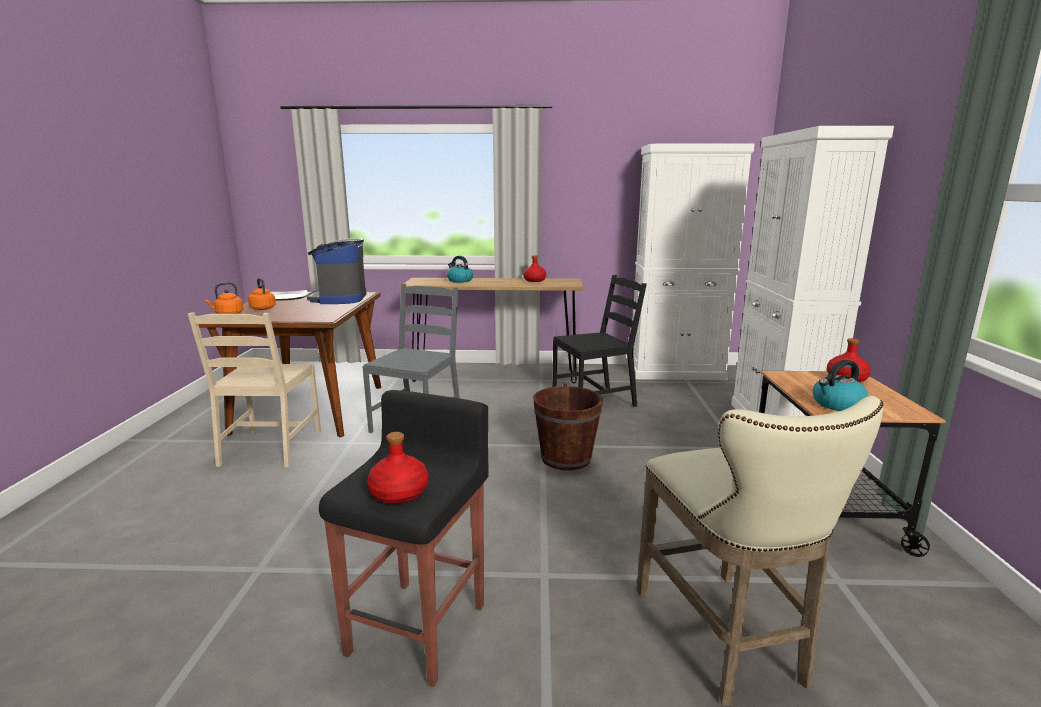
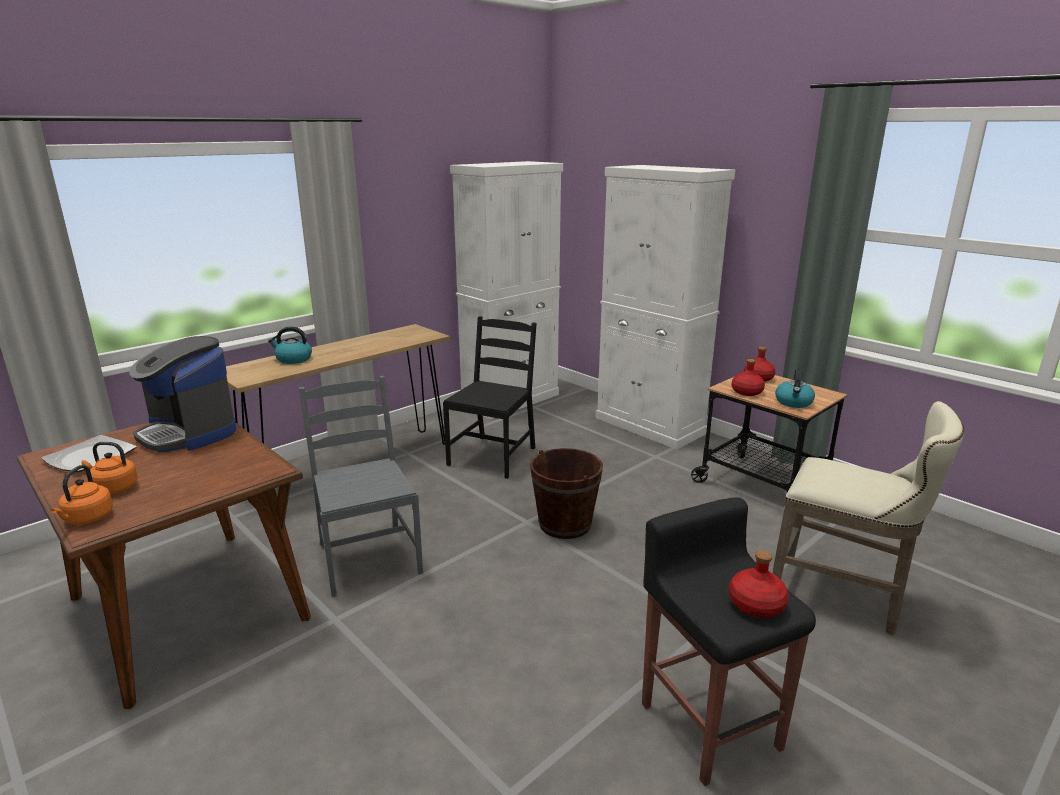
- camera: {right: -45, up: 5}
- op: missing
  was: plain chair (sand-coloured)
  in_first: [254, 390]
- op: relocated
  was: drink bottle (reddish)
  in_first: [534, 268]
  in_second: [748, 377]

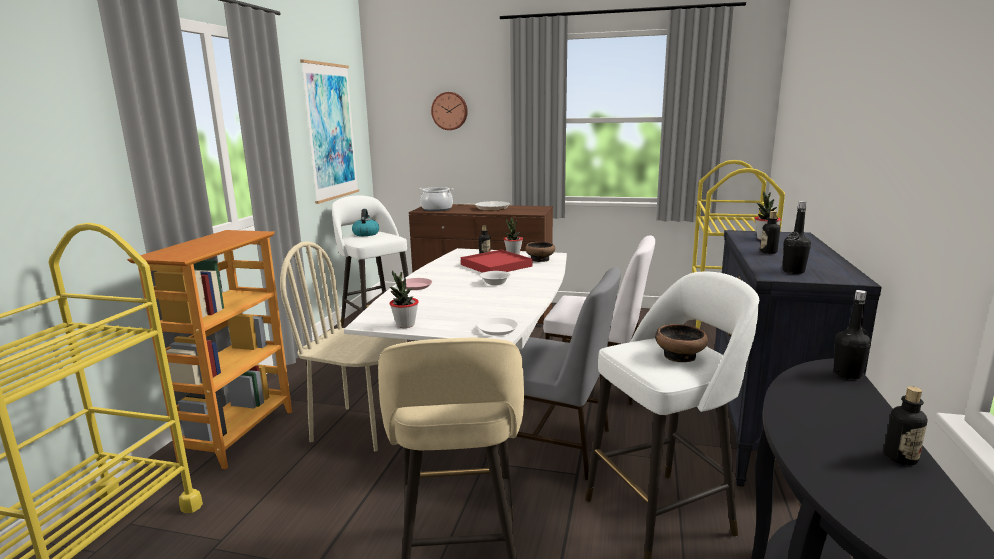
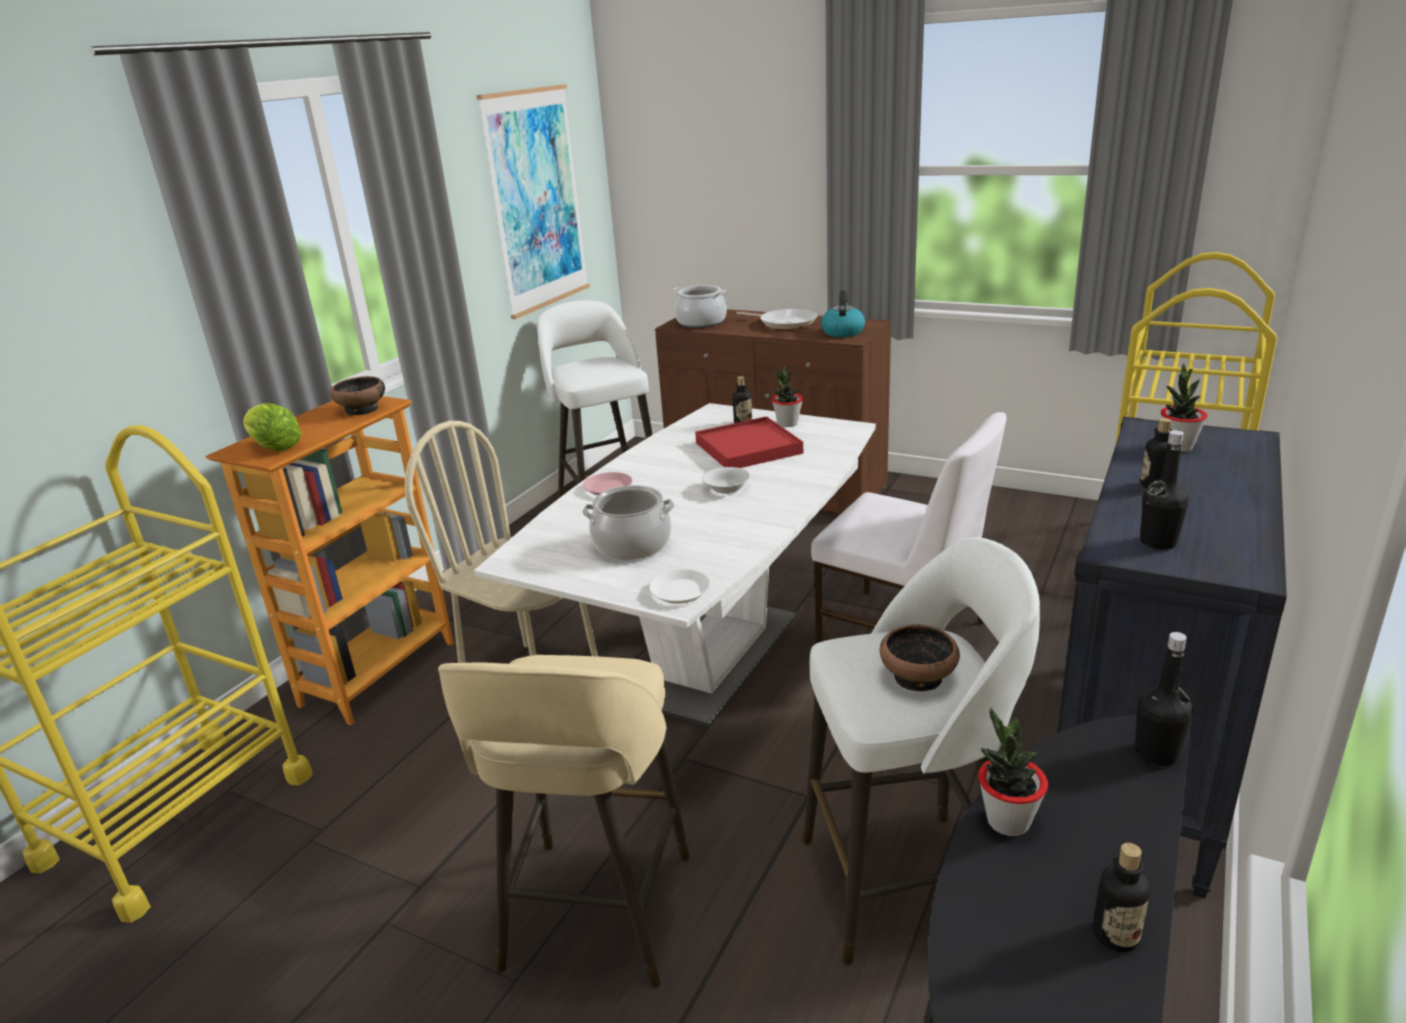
- camera: {right: 15, up: 10}
- op: missing
  was: clock on the wall
  in_first: [449, 111]
- op: missing
  was: plain chair (gray)
  in_first: [553, 373]
- op: appeared
  now: head of lettuce
  in_second: [272, 427]
- op: appeared
  now: saucepot
  in_second: [628, 522]
- op: relocated
  was: water kettle
  in_first: [365, 222]
  in_second: [843, 313]
- op: relocated
  was: houseplant
  in_first: [404, 299]
  in_second: [1013, 772]
- op: relocated
  was: bowl
  in_first: [540, 252]
  in_second: [357, 395]

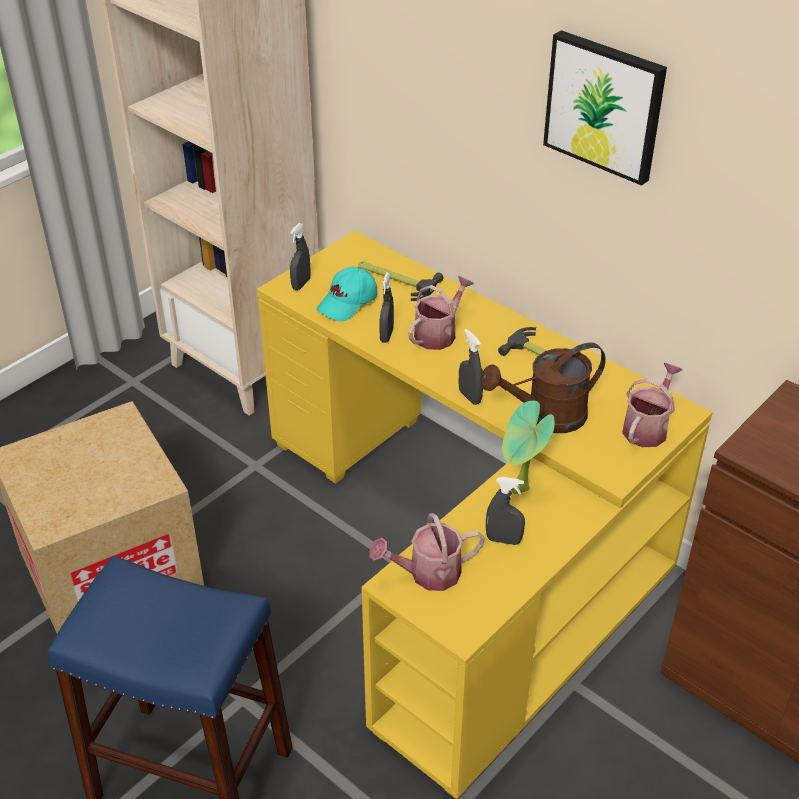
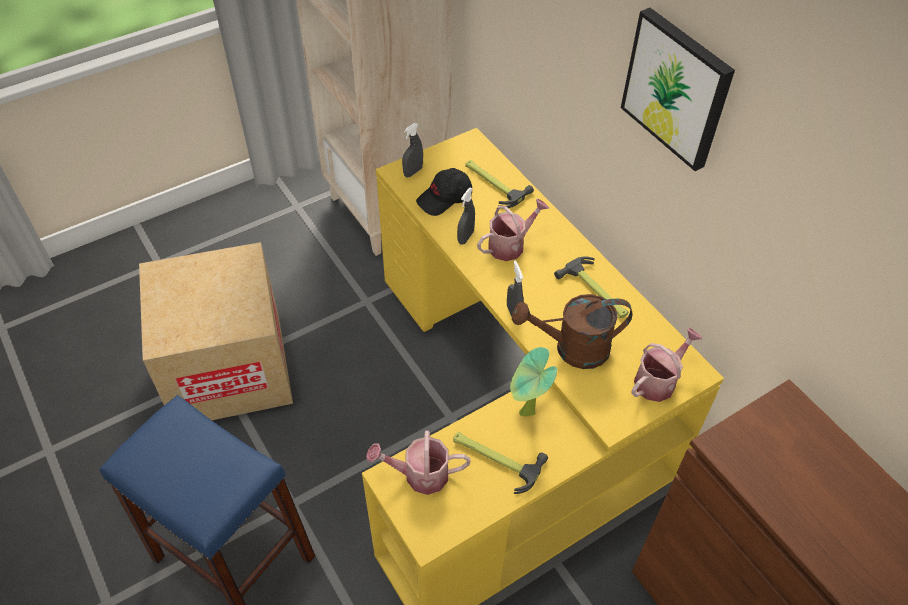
- camera: {right: 15, up: 10}
- op: exchanged
  was: hand sprayer (gray)
  now: hammer
  in_first: [505, 511]
  in_second: [500, 463]
- op: colour
  was: cap (blue-green)
  now: cap (black-coloured)
  in_first: [346, 294]
  in_second: [444, 192]

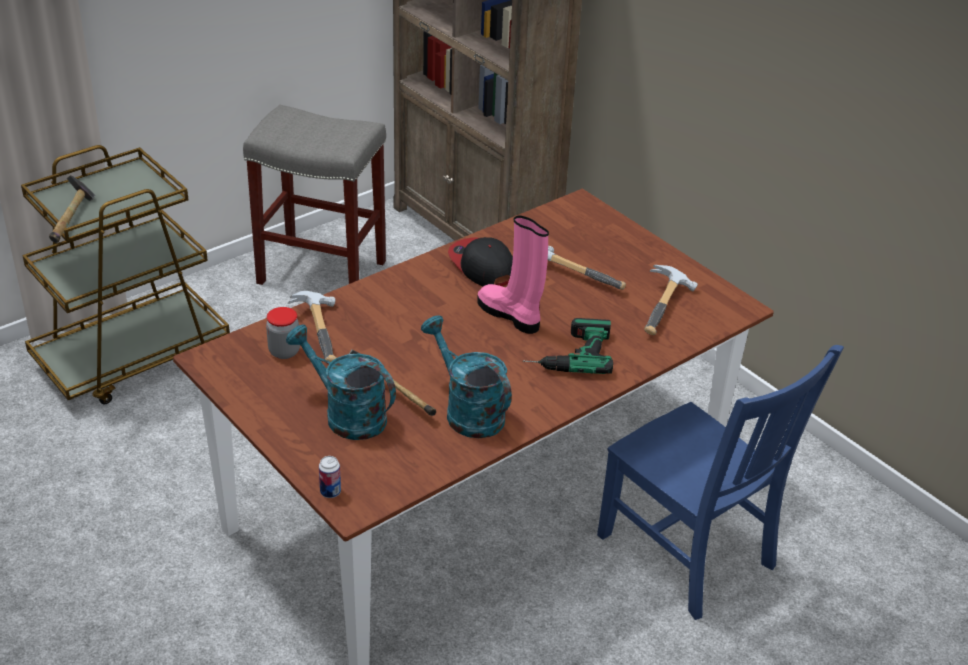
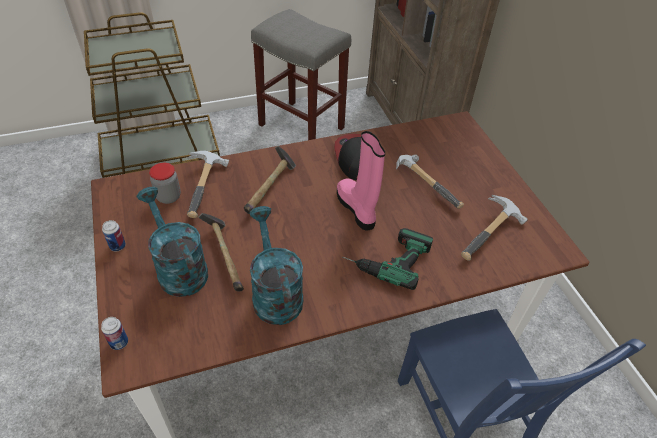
- camera: {right: 20, up: 10}
- op: appeared
  now: sealed can
  in_second: [114, 235]
- op: relocated
  was: hammer
  in_first: [72, 209]
  in_second: [270, 180]

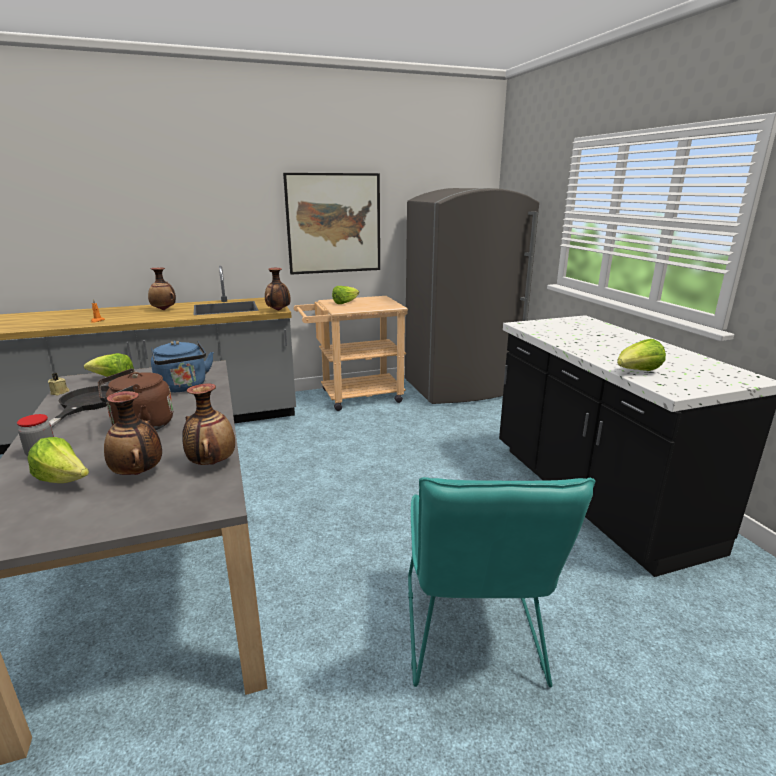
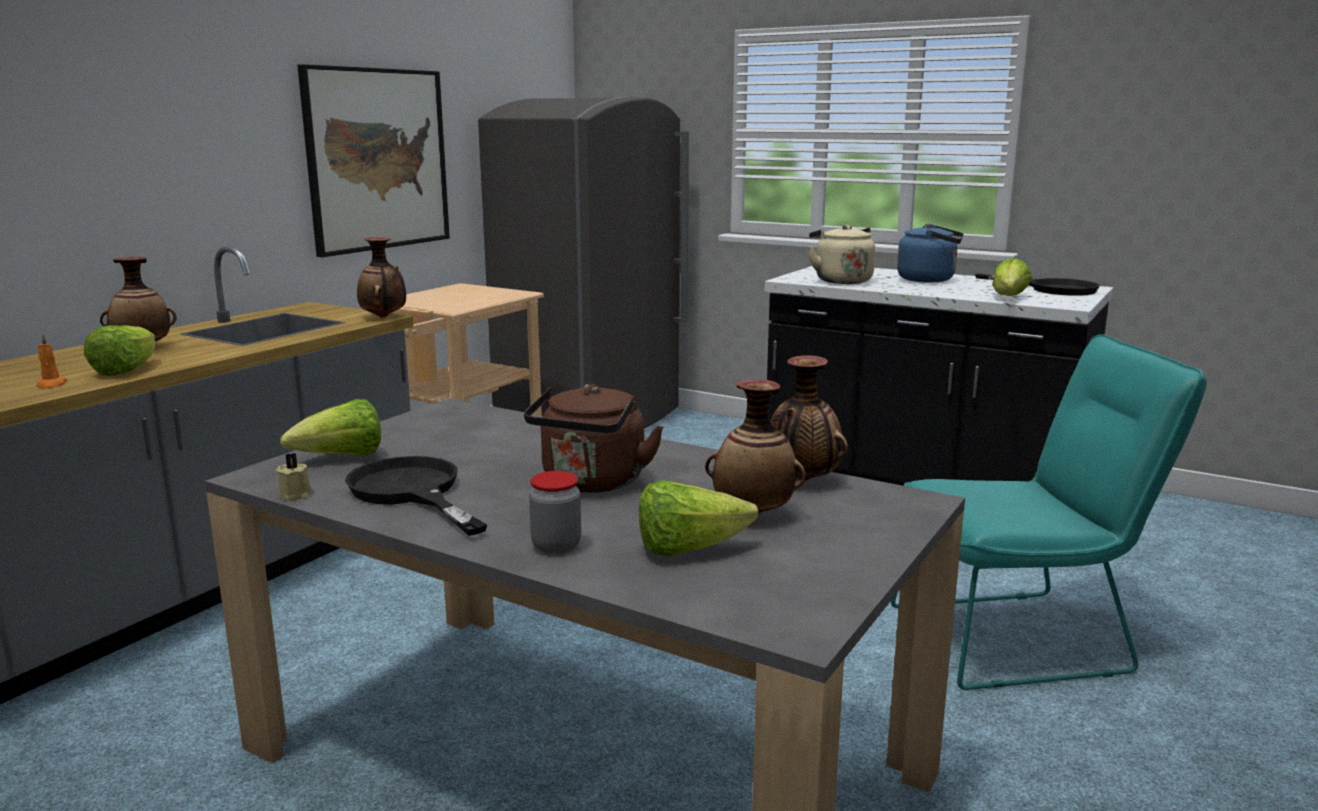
- camera: {right: -40, up: -5}
- op: appeared
  now: water kettle (sand-coloured)
  in_second: [841, 254]
- op: appeared
  now: frying pan (black-coloured)
  in_second: [1037, 284]
- op: relocated
  was: water kettle (blue)
  in_first: [182, 366]
  in_second: [930, 253]
- op: relocated
  was: head of lettuce
  in_first: [345, 295]
  in_second: [119, 350]
- op: spun
  was: plain chair (blue-green)
  in_first: [501, 582]
  in_second: [1049, 512]
  clockwise: -60

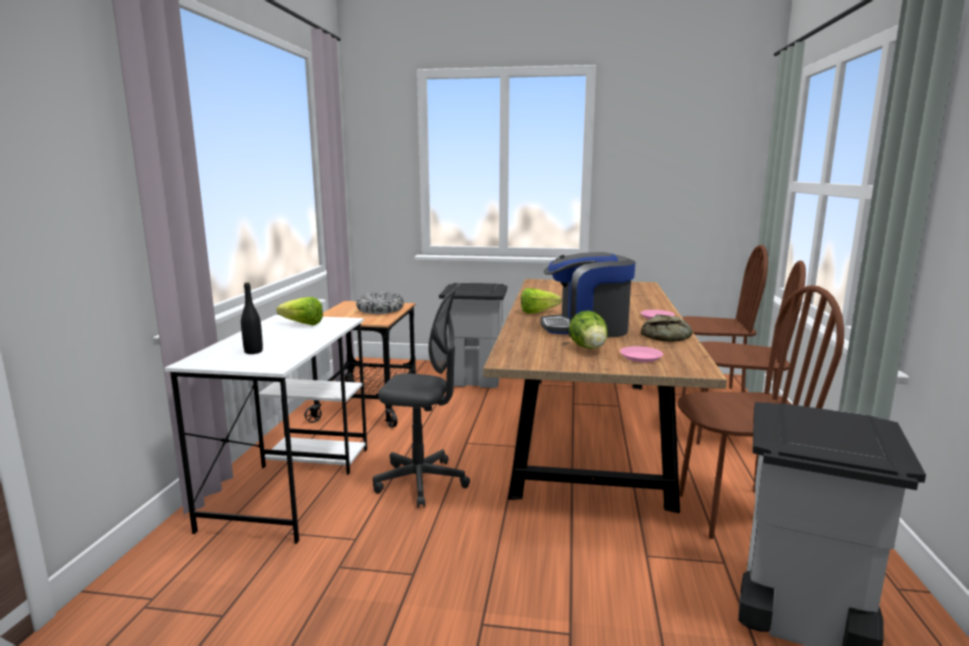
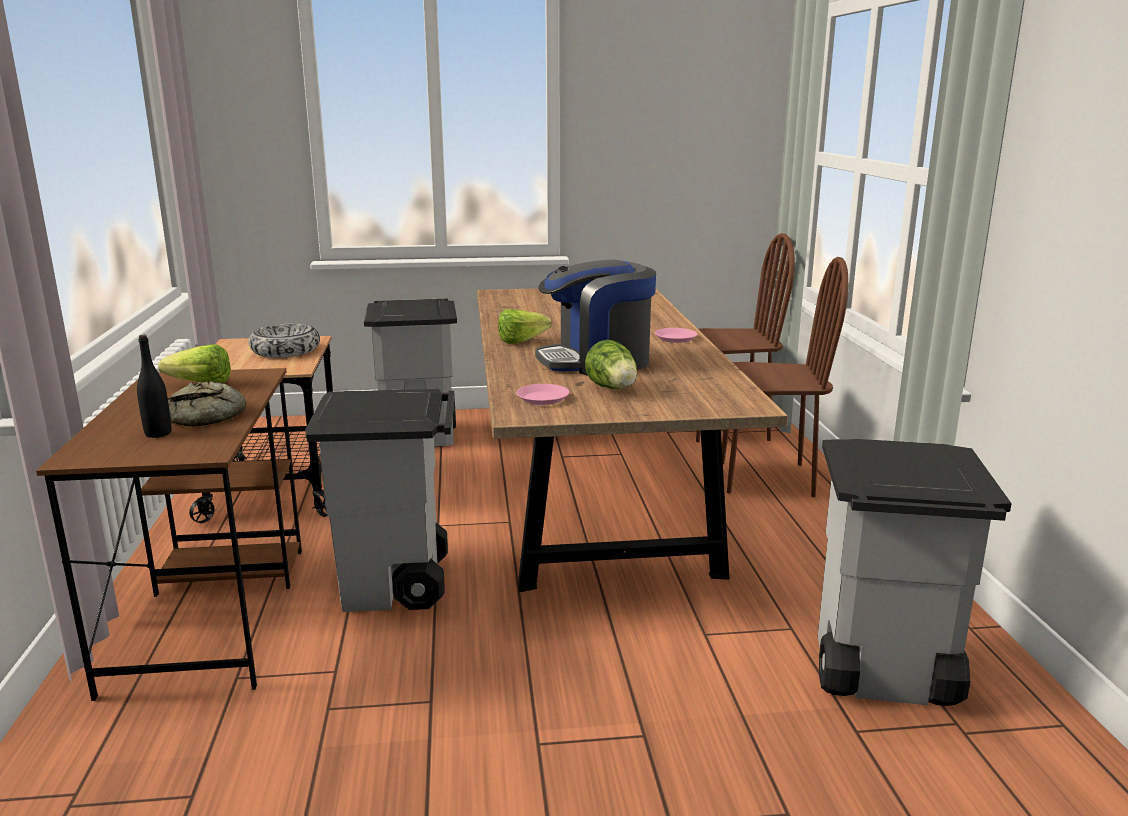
- camera: {right: -15, up: 5}
- op: missing
  was: plain chair (brown)
  in_first: [760, 412]
- op: relocated
  was: dinner plate (pink-coloured)
  in_first: [641, 354]
  in_second: [542, 394]
- op: relocated
  was: baked bread
  in_first: [667, 328]
  in_second: [207, 404]
- op: exchanged
  was: desk chair (gray)
  now: waste bin (gray)
  in_first: [421, 398]
  in_second: [380, 500]
- op: colour
  was: desk unit (whitish)
  now: desk unit (brown)
  in_first: [266, 429]
  in_second: [169, 534]

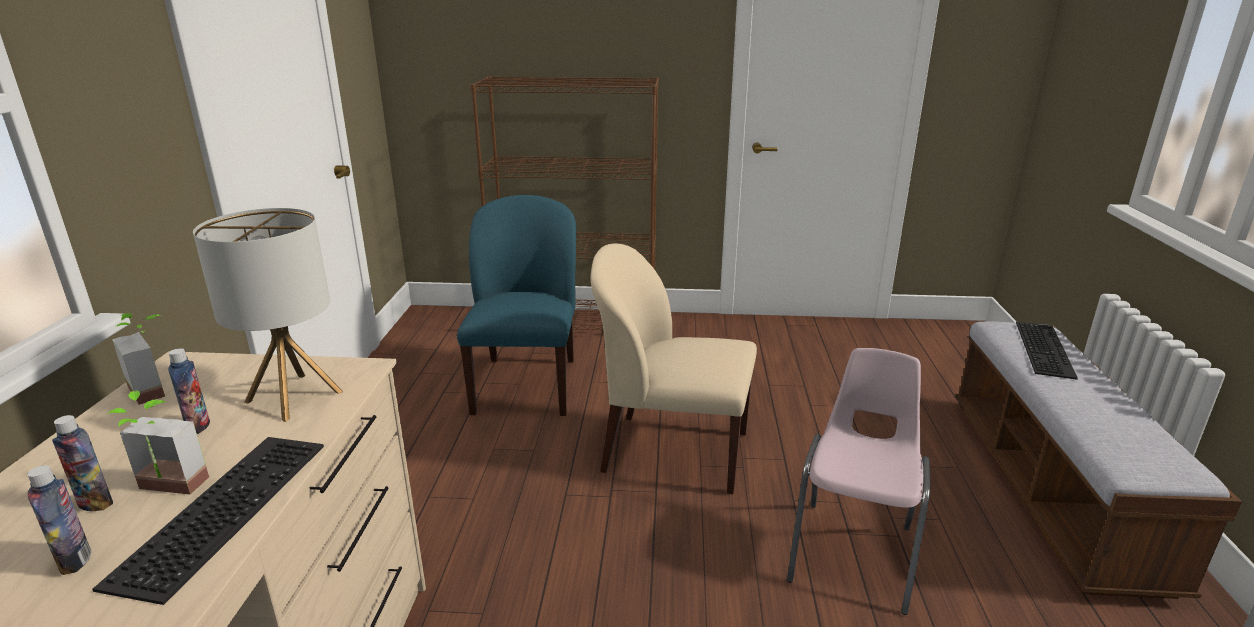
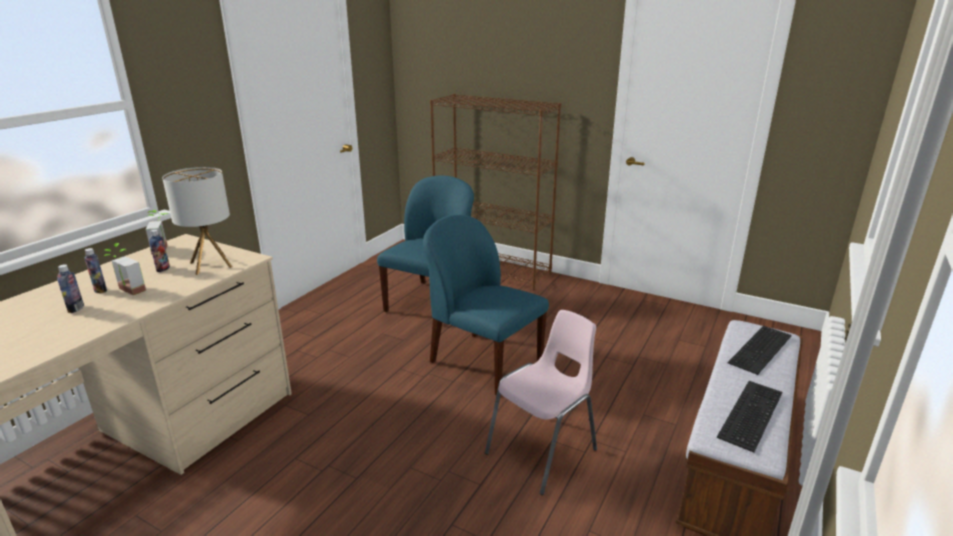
- camera: {right: 25, up: 0}
- op: relocated
  was: computer keyboard
  in_first: [208, 521]
  in_second: [749, 416]
- op: colour
  was: plain chair (sand-coloured)
  now: plain chair (blue)
  in_first: [674, 368]
  in_second: [486, 305]

